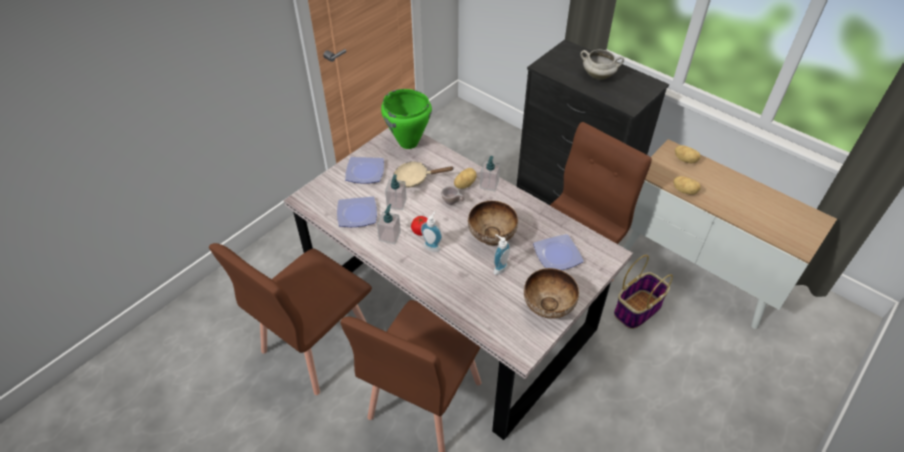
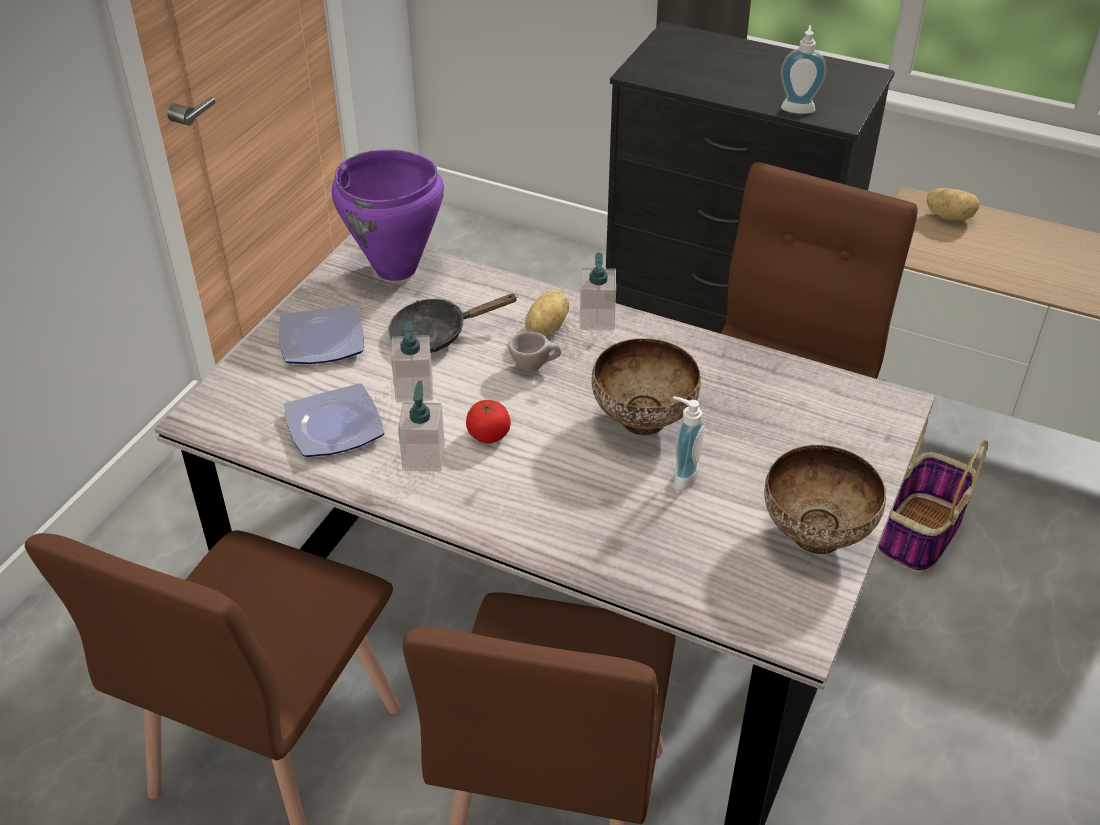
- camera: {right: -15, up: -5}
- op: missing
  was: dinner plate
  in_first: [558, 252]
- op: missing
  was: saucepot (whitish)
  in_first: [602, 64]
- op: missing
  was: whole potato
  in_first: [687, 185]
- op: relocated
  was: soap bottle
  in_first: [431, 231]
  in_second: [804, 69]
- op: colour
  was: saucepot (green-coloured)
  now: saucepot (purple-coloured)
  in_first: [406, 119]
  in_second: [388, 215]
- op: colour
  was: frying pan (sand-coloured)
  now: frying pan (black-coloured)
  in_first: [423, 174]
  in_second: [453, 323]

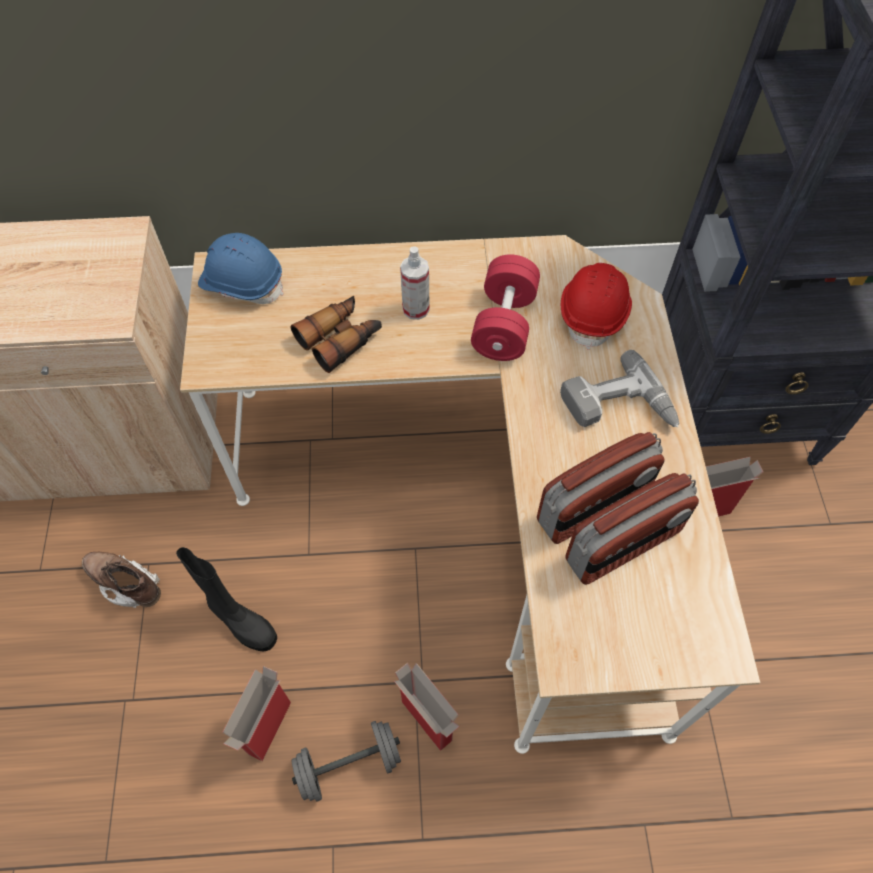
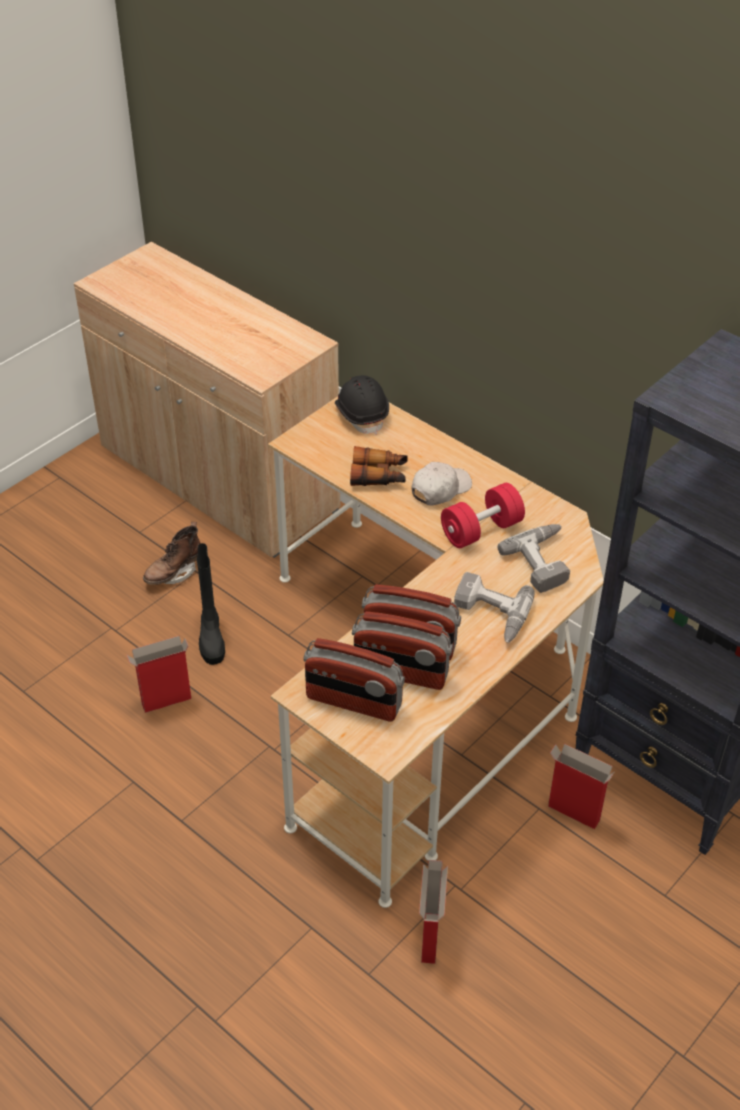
- camera: {right: 45, up: -15}
- op: missing
  was: dumbbell (gray)
  in_first: [346, 761]
- op: appeared
  now: radio
  in_second: [354, 680]
- op: relocated
  was: packing box
  in_first: [427, 707]
  in_second: [433, 912]
- op: exchanged
  was: hand sprayer
  now: cap (whitish)
  in_first: [415, 283]
  in_second: [442, 483]
- op: exchanged
  was: safety helmet (reddish)
  now: power drill
  in_first: [596, 306]
  in_second: [534, 558]
- op: colour
  was: safety helmet (blue)
  now: safety helmet (black-coloured)
  in_first: [241, 268]
  in_second: [362, 405]
- op: spun
  was: boot (brown)
  in_first: [121, 580]
  in_second: [172, 553]
  clockwise: -120

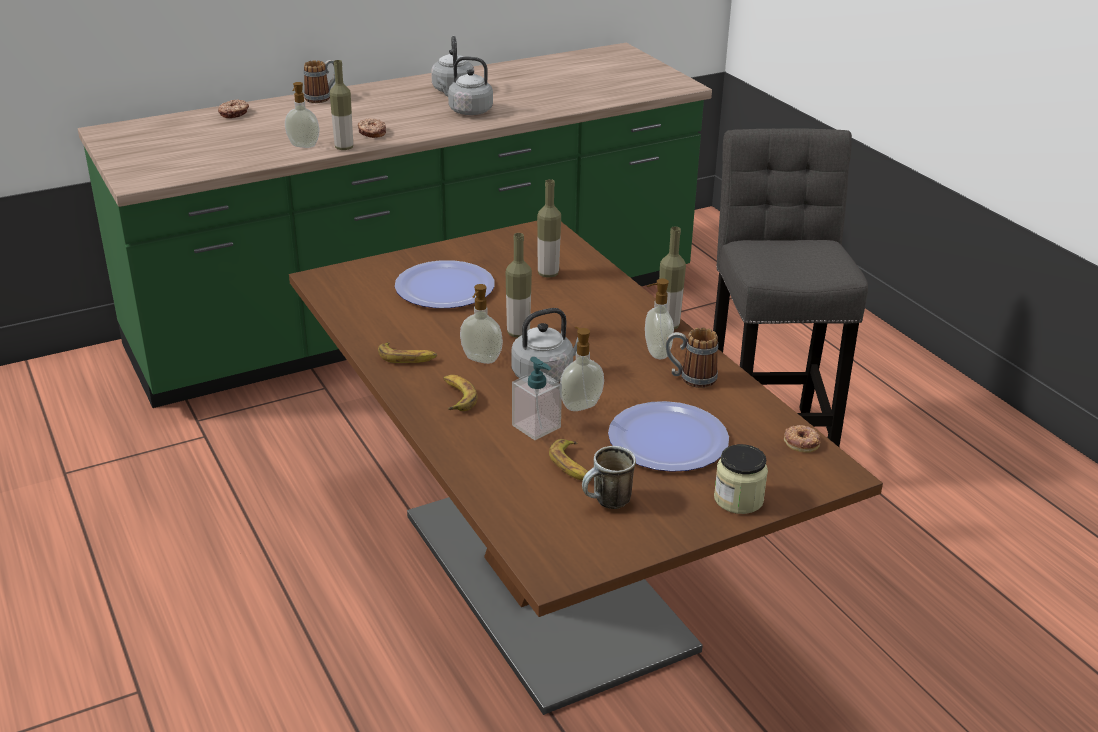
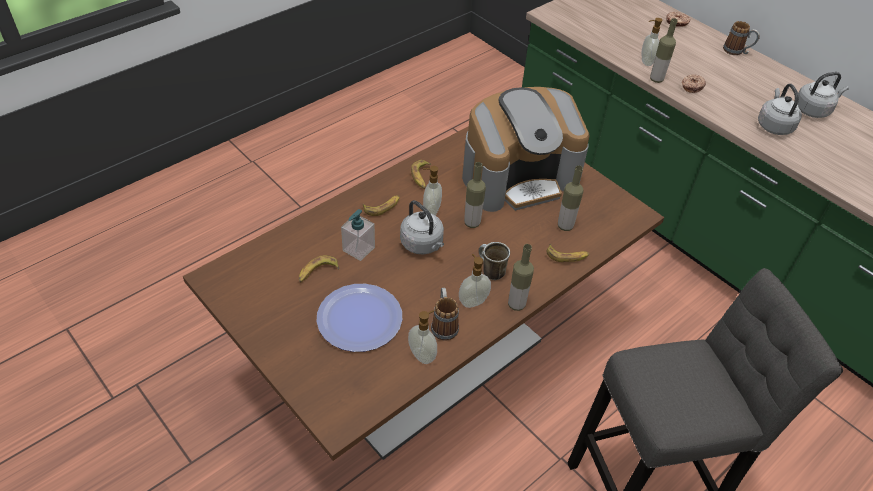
- camera: {right: 75, up: 15}
- op: missing
  was: storage jar
  in_first: [741, 479]
- op: missing
  was: doughnut
  in_first: [802, 439]
- op: appeared
  now: banana fruit
  in_second: [567, 253]
- op: relocated
  was: soap bottle
  in_first: [582, 369]
  in_second: [422, 337]
- op: relocated
  was: coffee mug
  in_first: [609, 477]
  in_second: [494, 261]
- op: exchanged
  was: dinner plate
  now: coffee machine
  in_first: [445, 284]
  in_second: [525, 149]

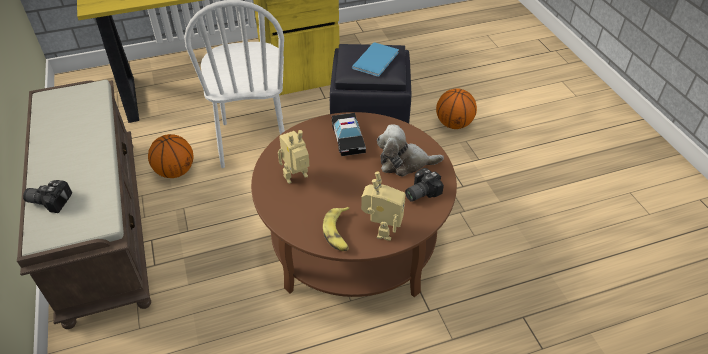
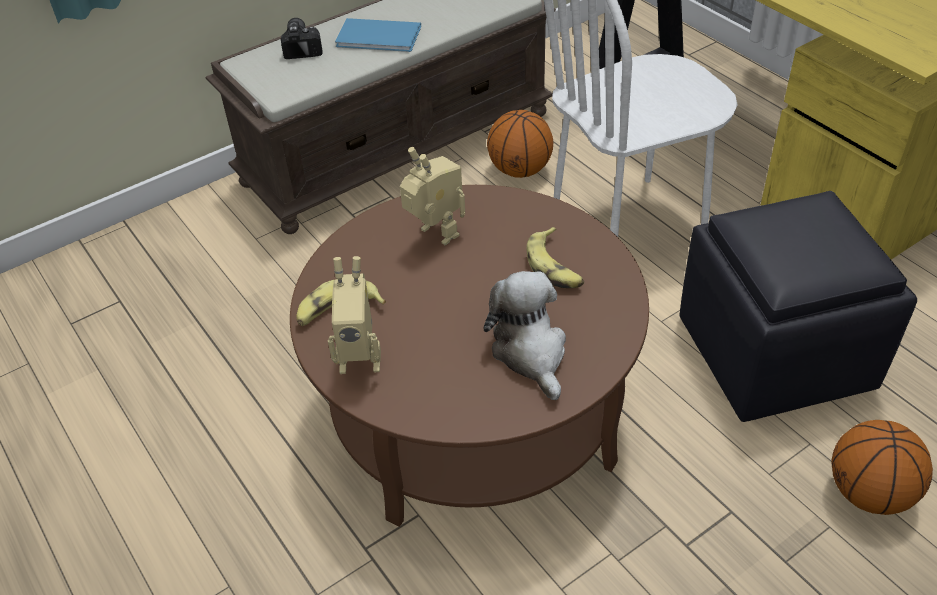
- camera: {right: 75, up: 0}
- op: missing
  was: photo camera
  in_first: [424, 185]
- op: relocated
  was: bound book (blue)
  in_first: [375, 59]
  in_second: [378, 35]
- op: exchanged
  was: miniature car
  now: banana fruit
  in_first: [349, 134]
  in_second: [555, 257]

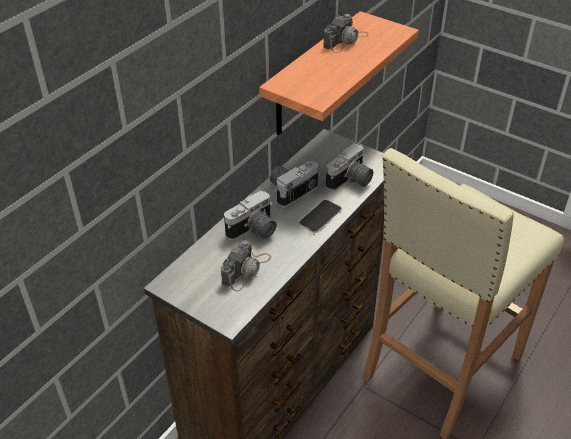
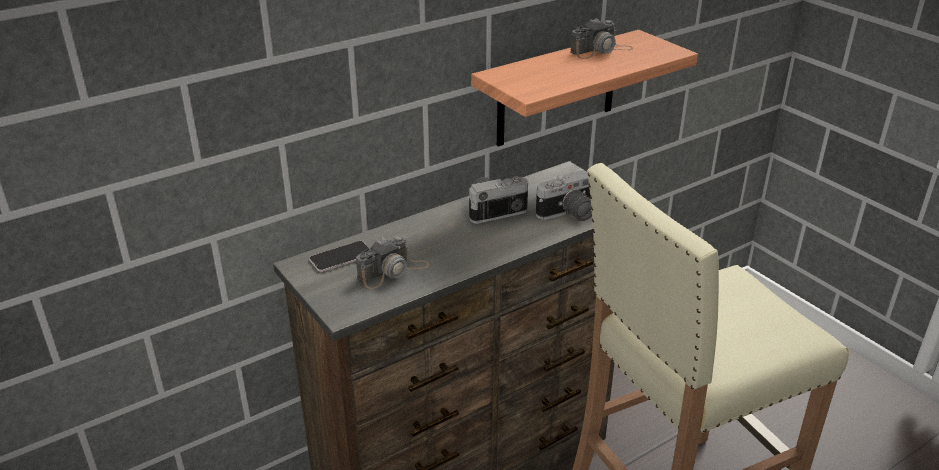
- camera: {right: 20, up: -10}
- op: missing
  was: photo camera
  in_first: [250, 215]
- op: relocated
  was: phone
  in_first: [320, 216]
  in_second: [339, 256]

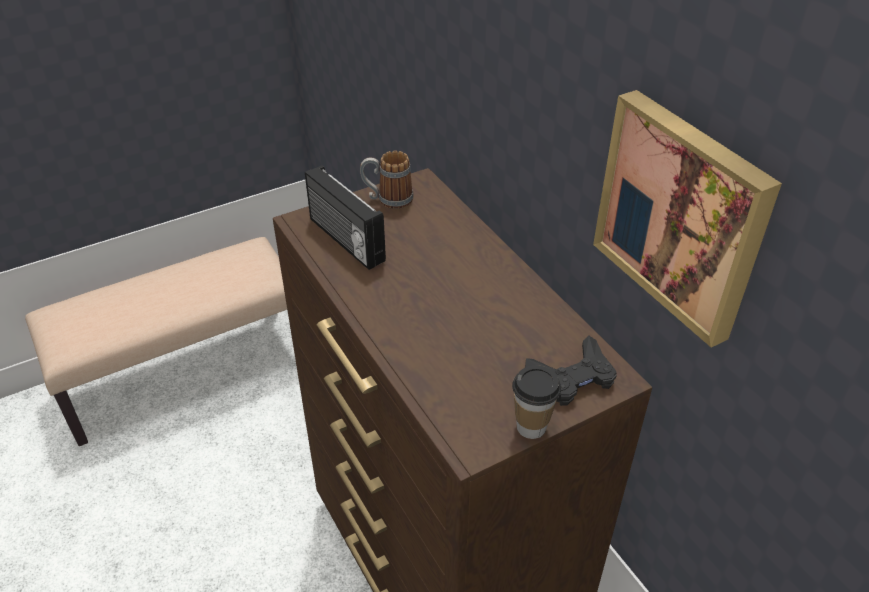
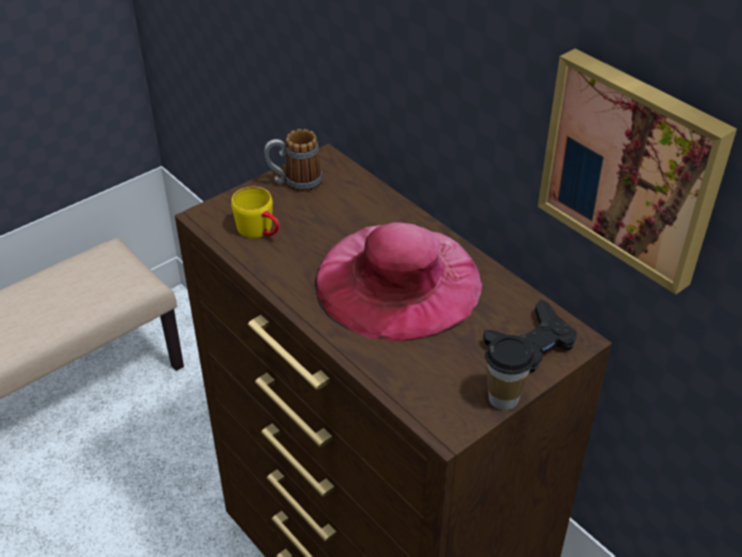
- camera: {right: -10, up: 0}
- op: appeared
  now: wearable hat (pink-coloured)
  in_second: [398, 282]
- op: exchanged
  was: radio
  now: coffee mug (yellow-coloured)
  in_first: [345, 217]
  in_second: [255, 212]

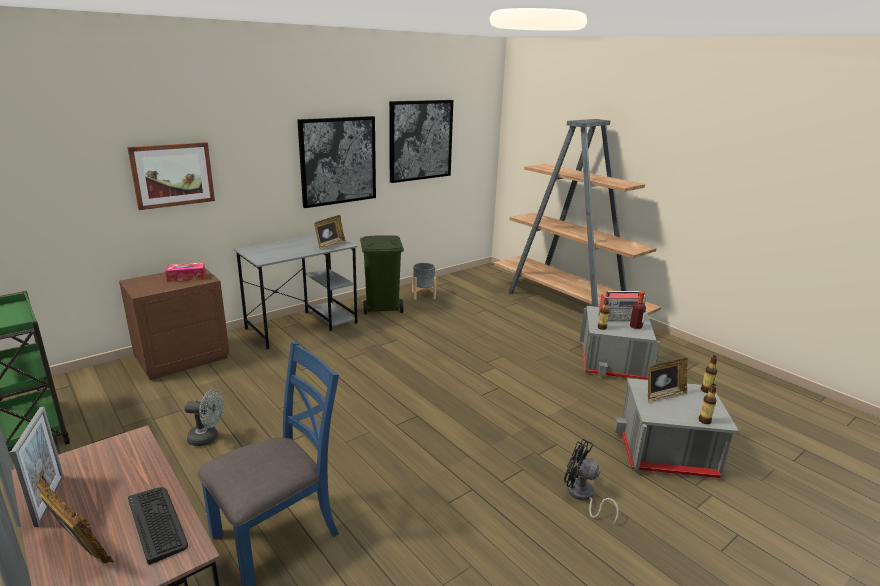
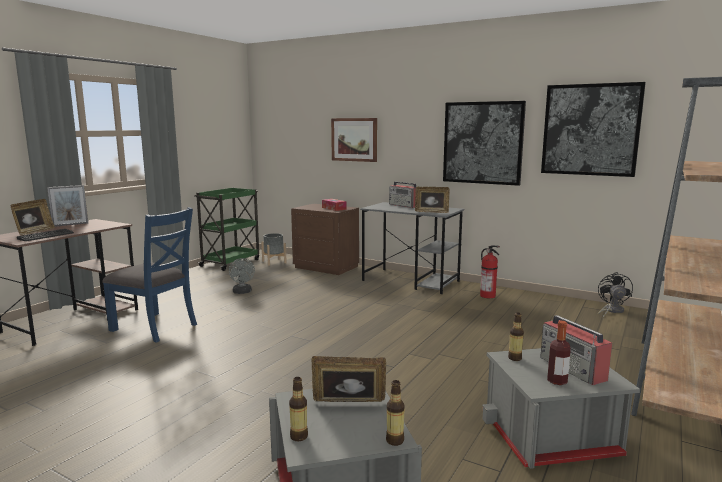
- camera: {right: 70, up: -10}
- op: appeared
  now: radio
  in_second: [402, 195]
- op: relocated
  was: planter (gray)
  in_first: [424, 281]
  in_second: [274, 249]
- op: relocated
  was: electric fan (black-coloured)
  in_first: [591, 482]
  in_second: [615, 295]
- op: exchanged
  was: waste bin (green-coloured)
  now: fire extinguisher
  in_first: [382, 275]
  in_second: [490, 272]
- op: spun
  was: picture frame
  in_first: [668, 380]
  in_second: [348, 379]
  clockwise: 135

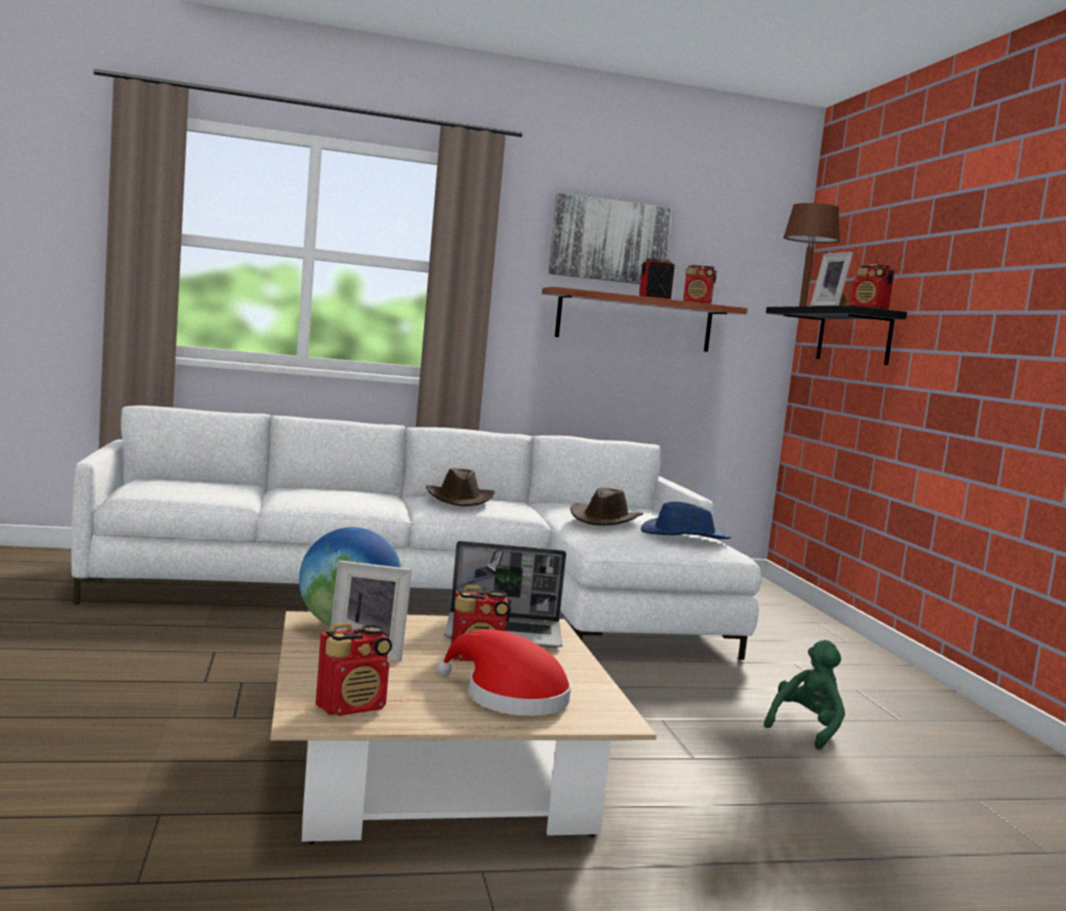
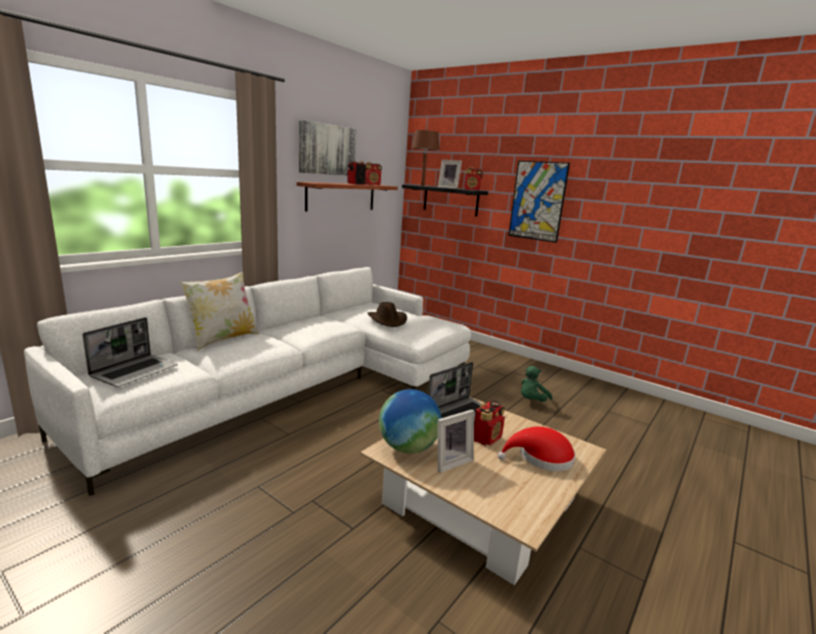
- camera: {right: -40, up: 10}
- op: missing
  was: radio
  in_first: [354, 669]
- op: missing
  was: wearable hat (brown)
  in_first: [460, 487]
- op: missing
  was: wearable hat (blue)
  in_first: [686, 520]
- op: appeared
  now: laptop
  in_second: [130, 352]
- op: appeared
  now: cushion
  in_second: [219, 310]
- op: appeared
  now: picture
  in_second: [539, 202]
- op: spun
  was: cuddly toy (green-coloured)
  in_first: [804, 695]
  in_second: [536, 384]
  clockwise: -135

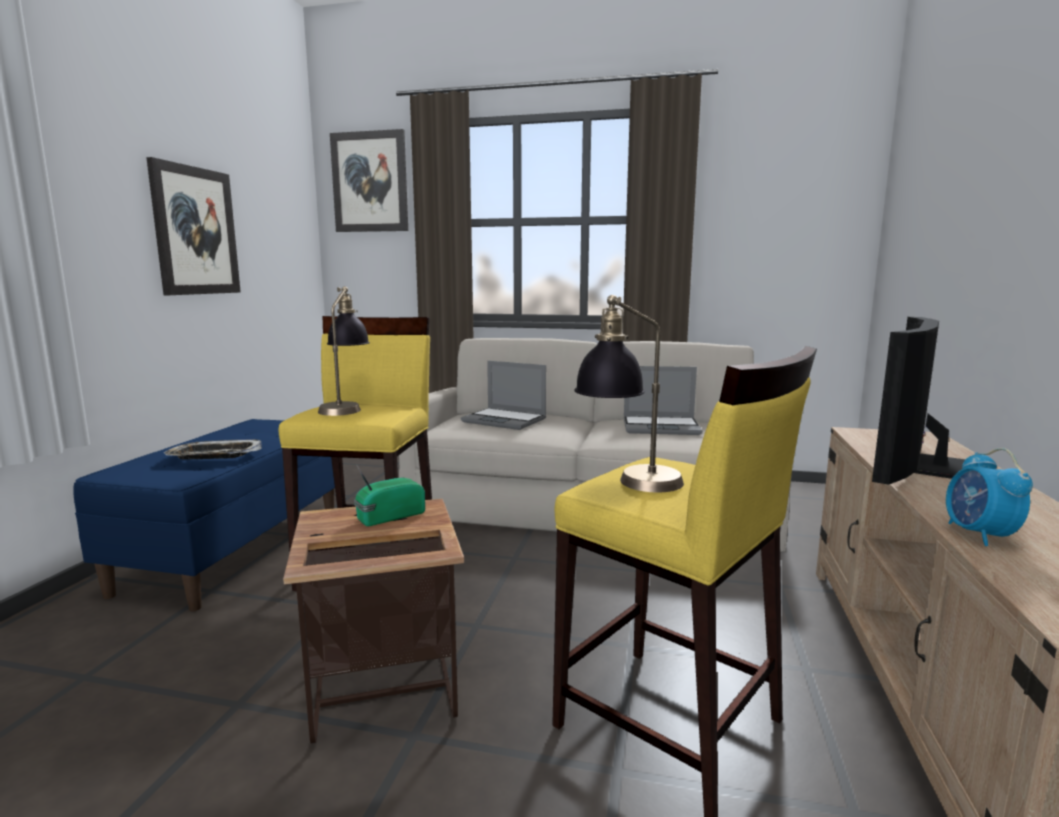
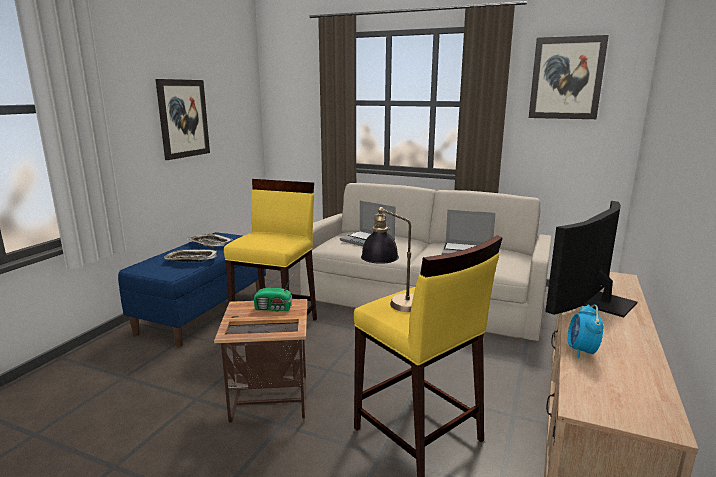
- camera: {right: 10, up: 5}
- op: missing
  was: lamp for a table
  in_first: [344, 351]
- op: appeared
  now: serving tray
  in_second: [210, 240]
- op: relocated
  was: picture
  in_first: [369, 180]
  in_second: [569, 77]
- op: spun
  was: radio
  in_first: [389, 495]
  in_second: [273, 292]
  clockwise: -150

